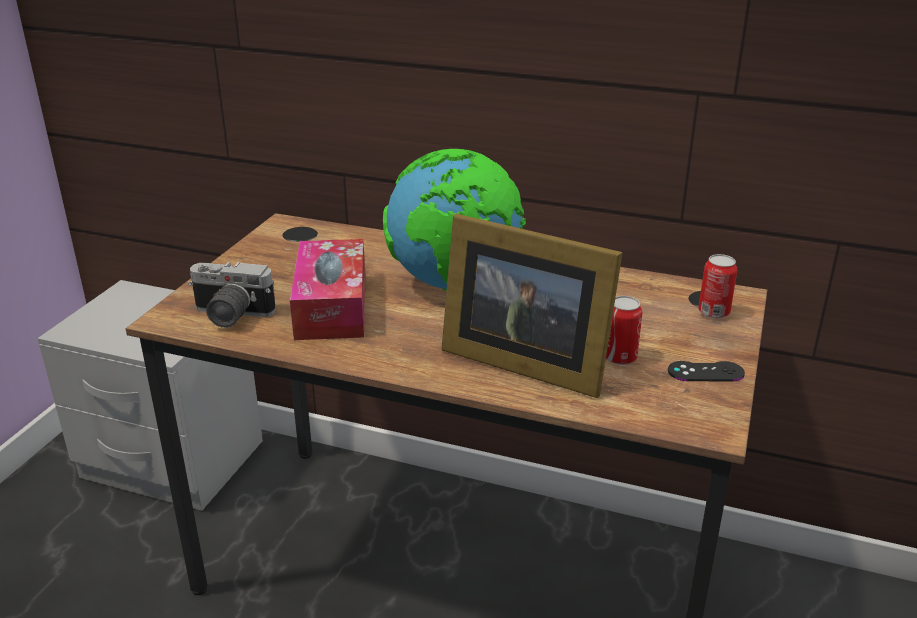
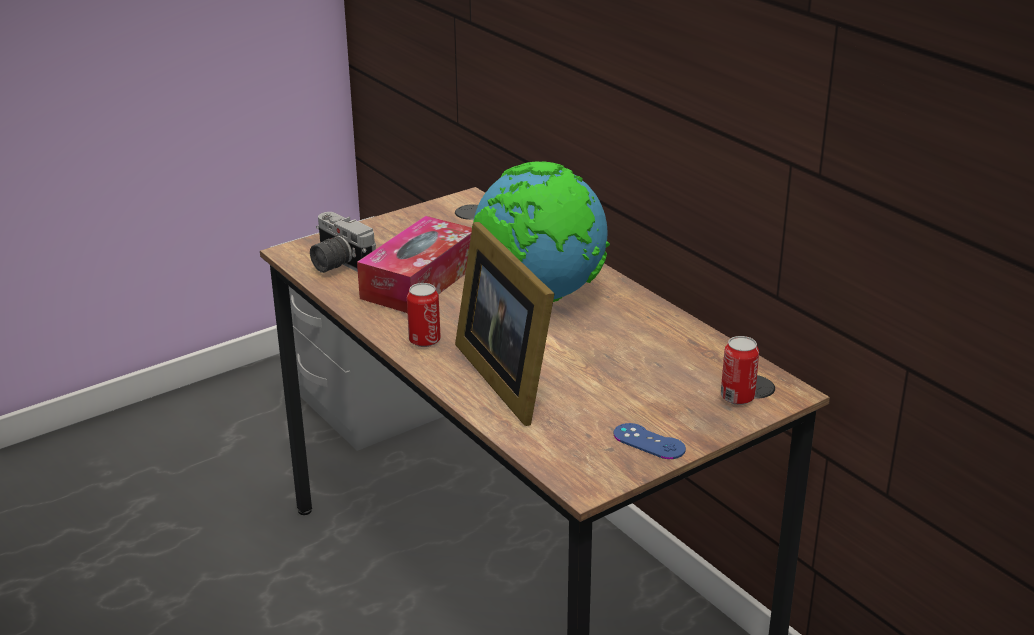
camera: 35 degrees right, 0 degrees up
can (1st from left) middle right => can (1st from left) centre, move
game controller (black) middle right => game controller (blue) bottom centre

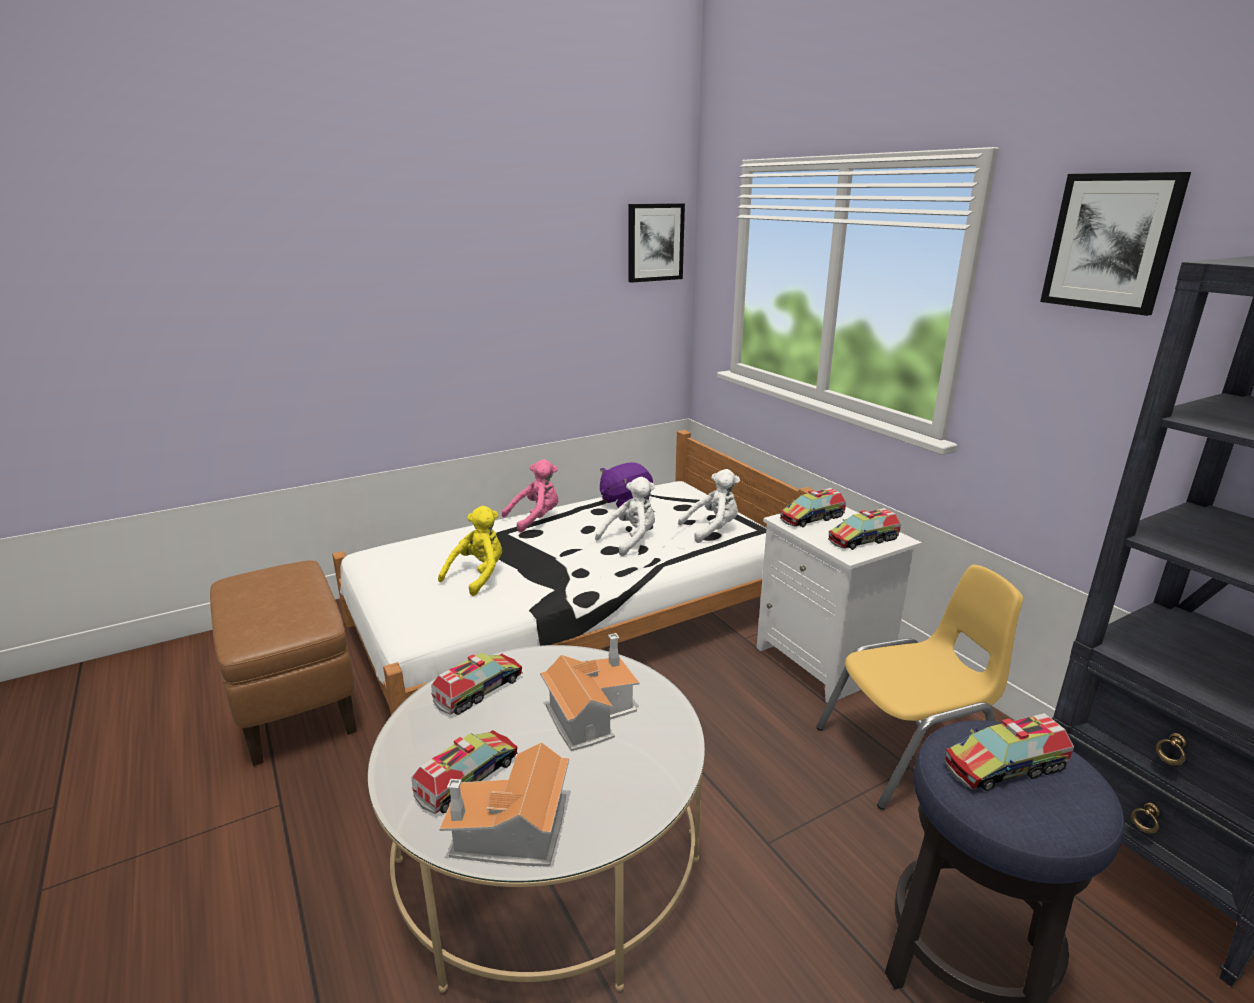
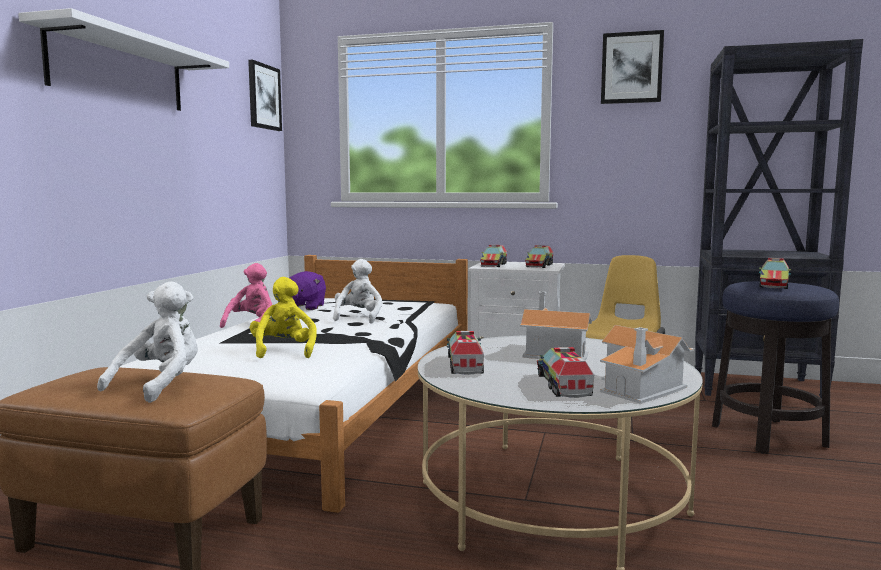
camera: 45 degrees left, 15 degrees down
plush toy (white) (2nd from left in the first image) centre => plush toy (white) (1st from left) middle left, move
nothing => shelf (white) top left

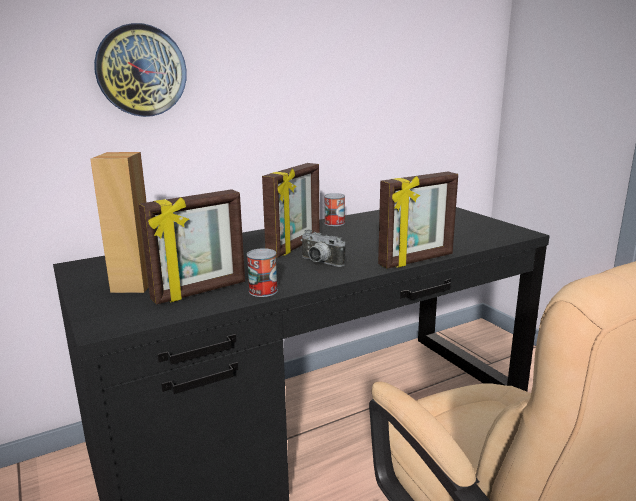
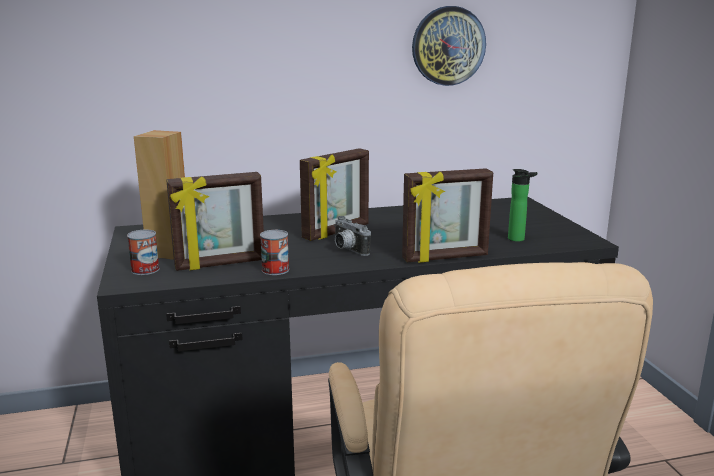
camera: 15 degrees right, 0 degrees up
wall clock top left => wall clock top centre, move
can (2nd from left in the first image) centre => can (1st from left) middle left, move
nothing => bottle middle right

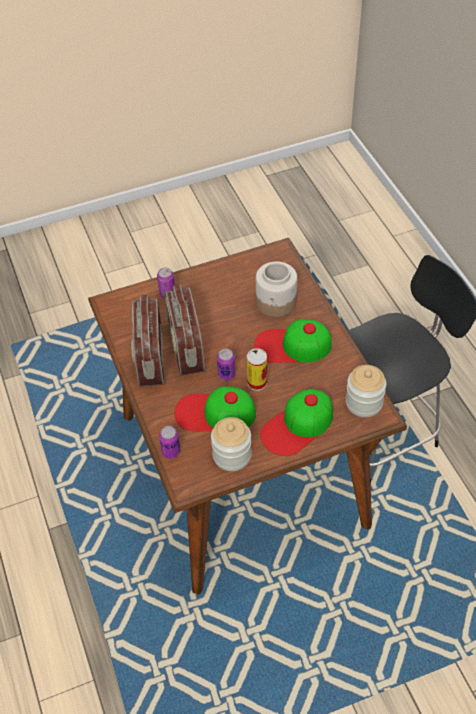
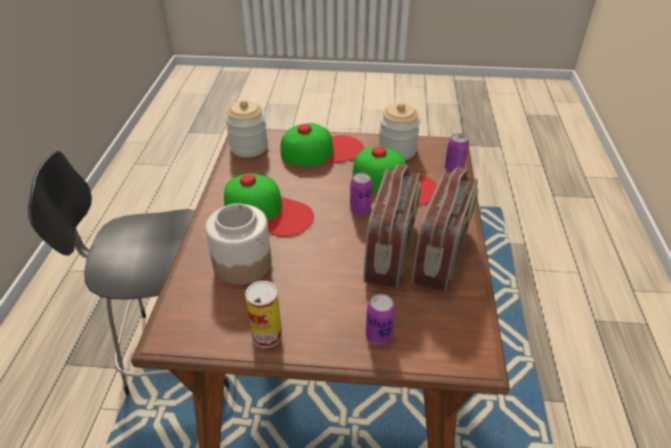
camera: 155 degrees left, 10 degrees down
can (4th from left in the first image) centre => can (1st from left) bottom centre, move

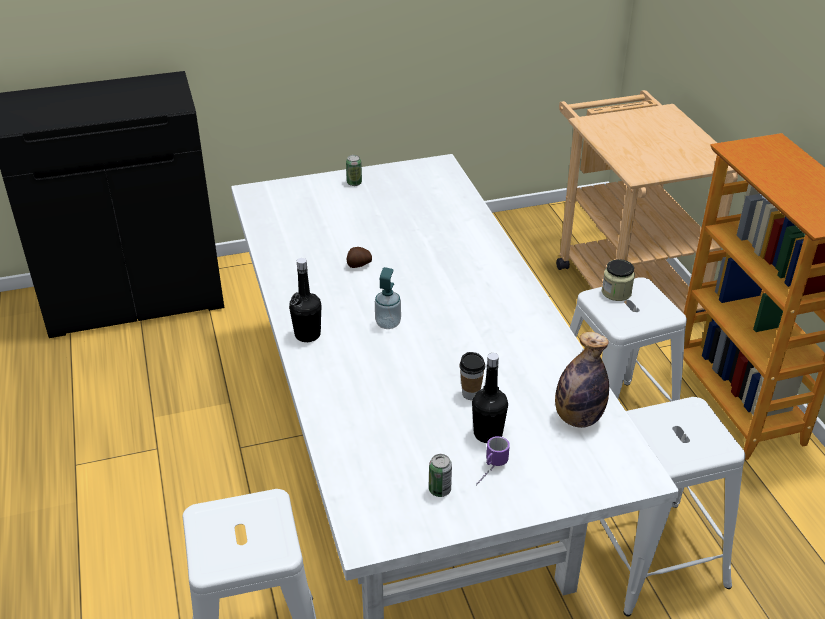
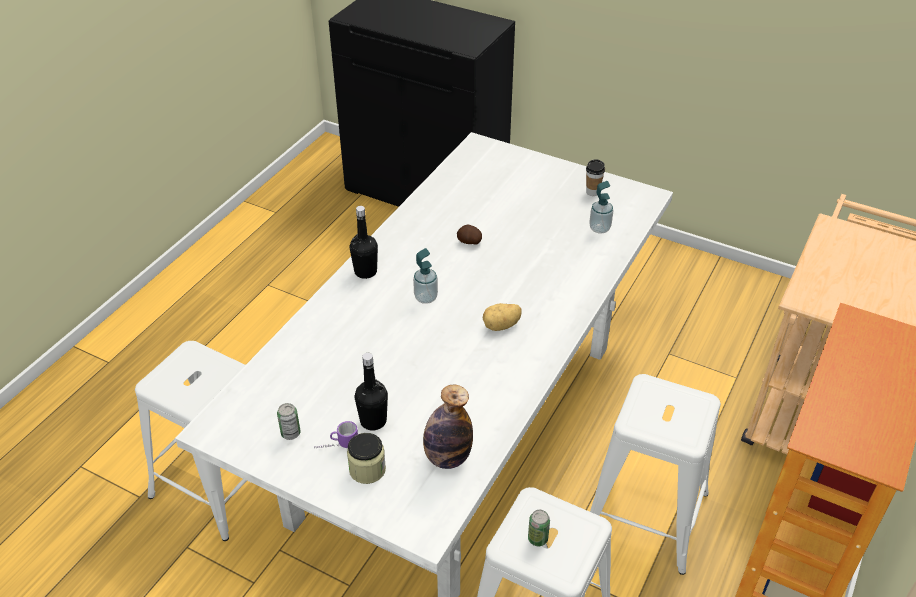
camera: 45 degrees right, 5 degrees up
can (1st from left in the first image) top centre => can (2nd from left) bottom centre, move
jar middle right => jar bottom centre, move
cup centre => cup top centre, move
nothing => soap dispenser (2nd from left) centre
nothing => potato (2nd from left) centre

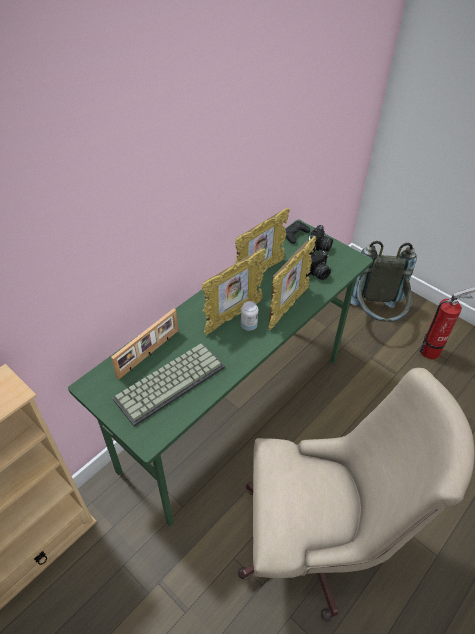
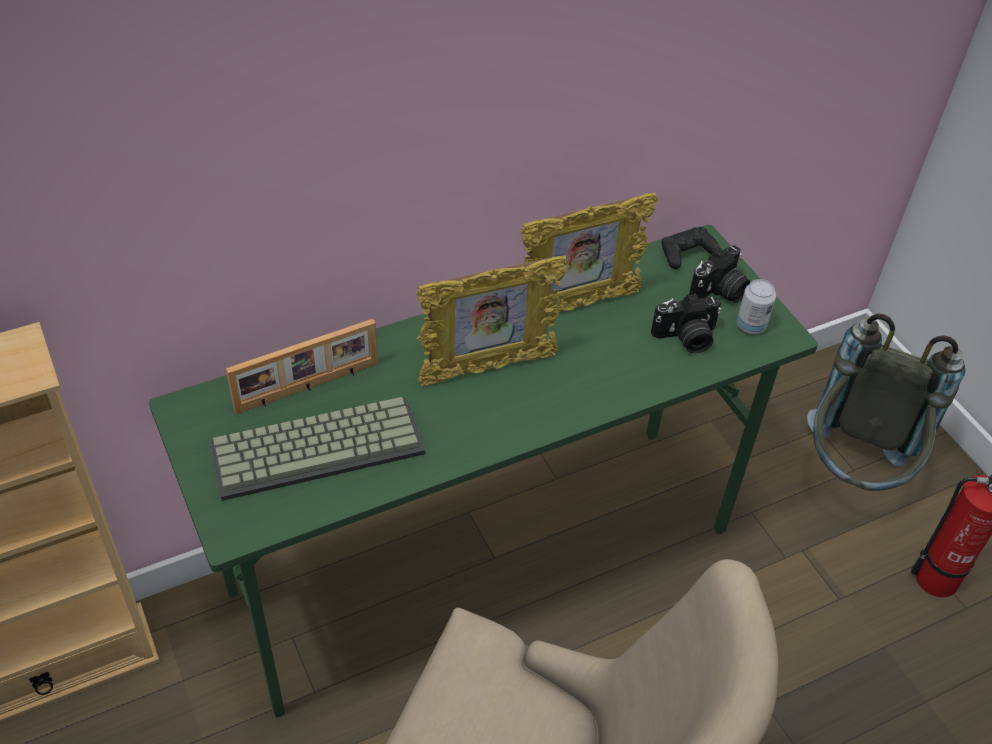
camera: 20 degrees right, 0 degrees up
picture frame (4th from left) centre => nothing
can centre => can middle right, move

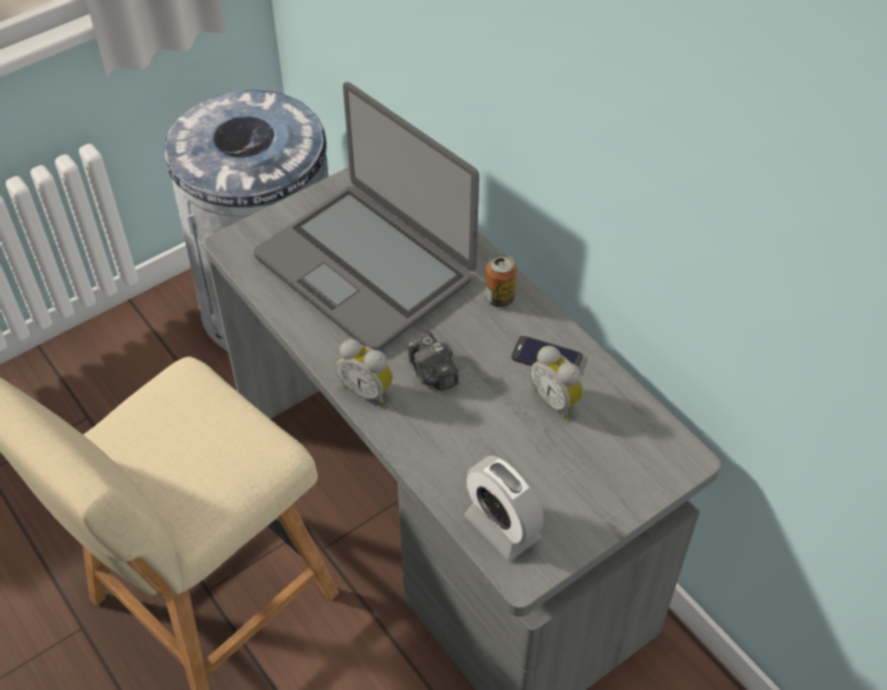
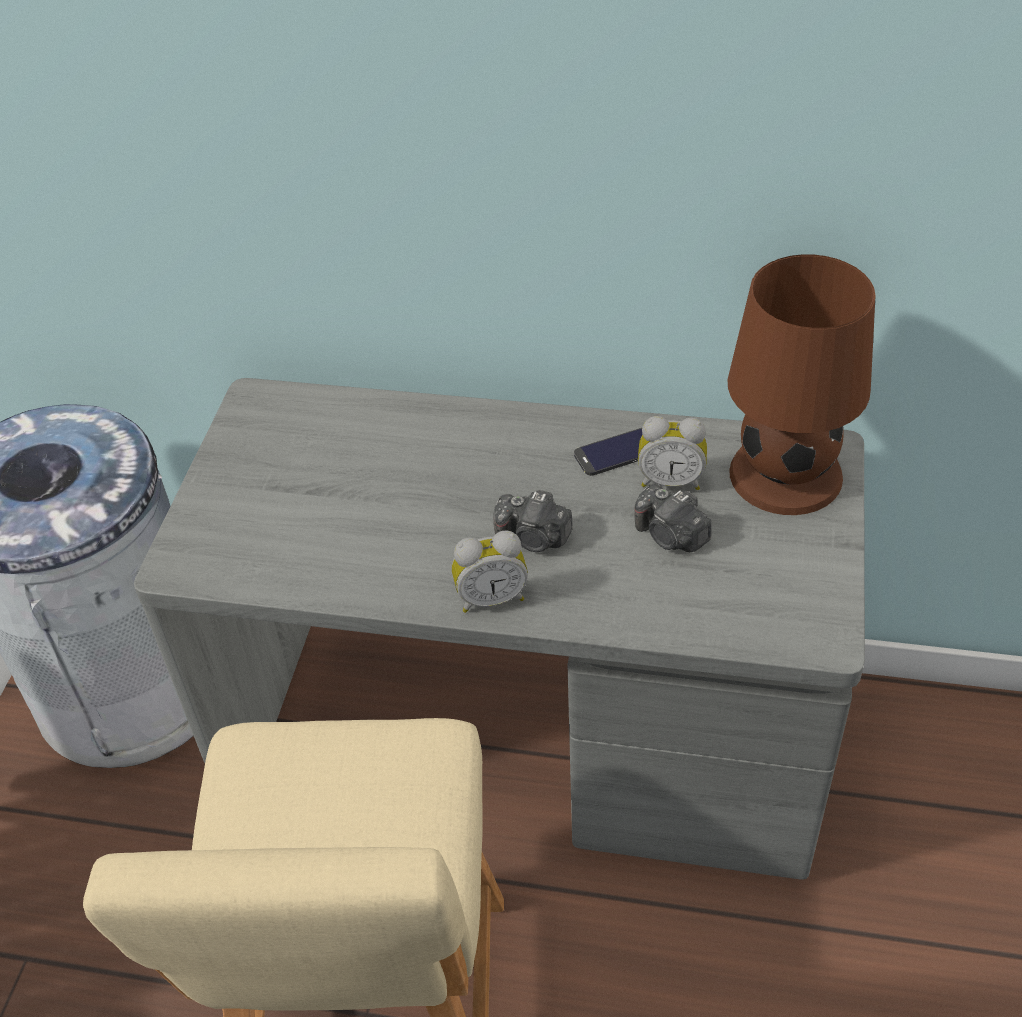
camera: 40 degrees left, 5 degrees down
laptop top centre => nothing
can centre => nothing
alarm clock (2nd from left) bottom centre => nothing
nothing => table lamp (brown) middle right
nothing => photo camera (2nd from left) centre

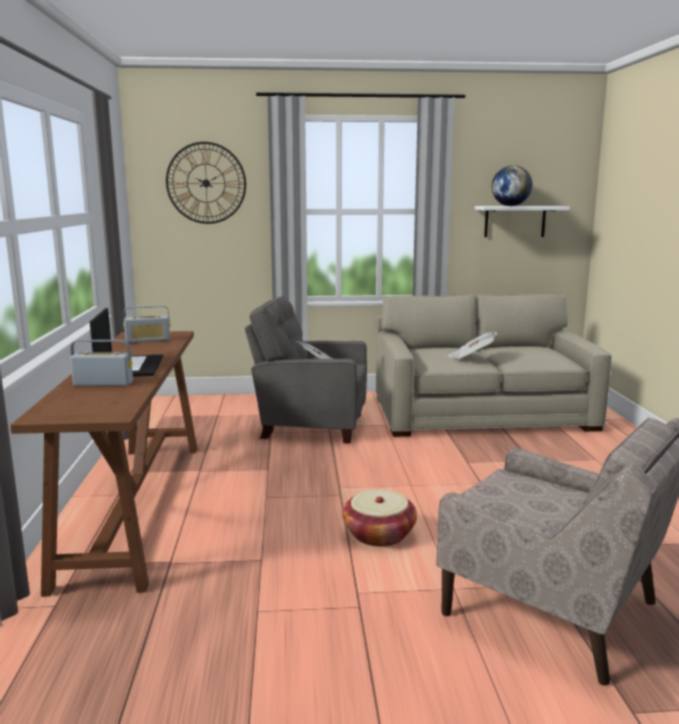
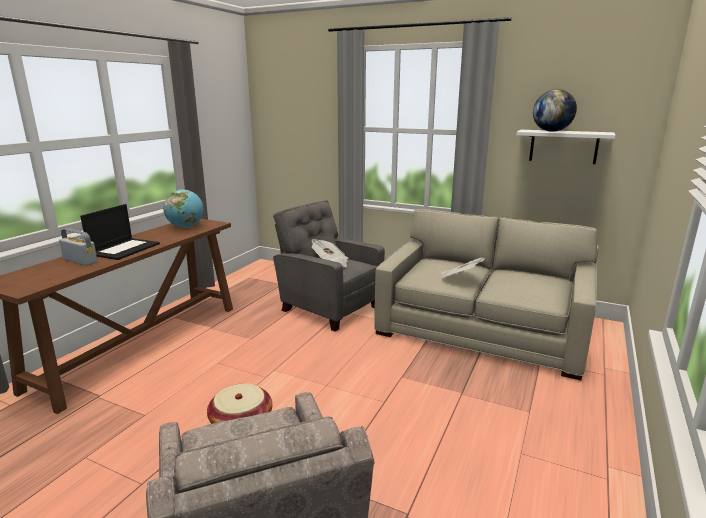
camera: 30 degrees right, 5 degrees up
wall clock top left => nothing
radio (2nd from left) middle left => globe (1st from left) middle left

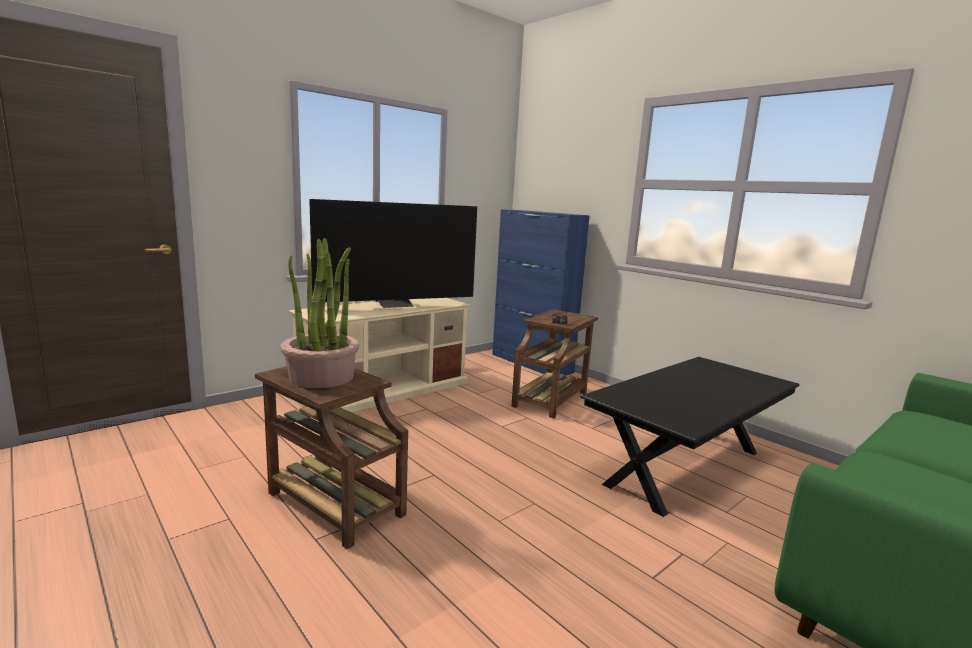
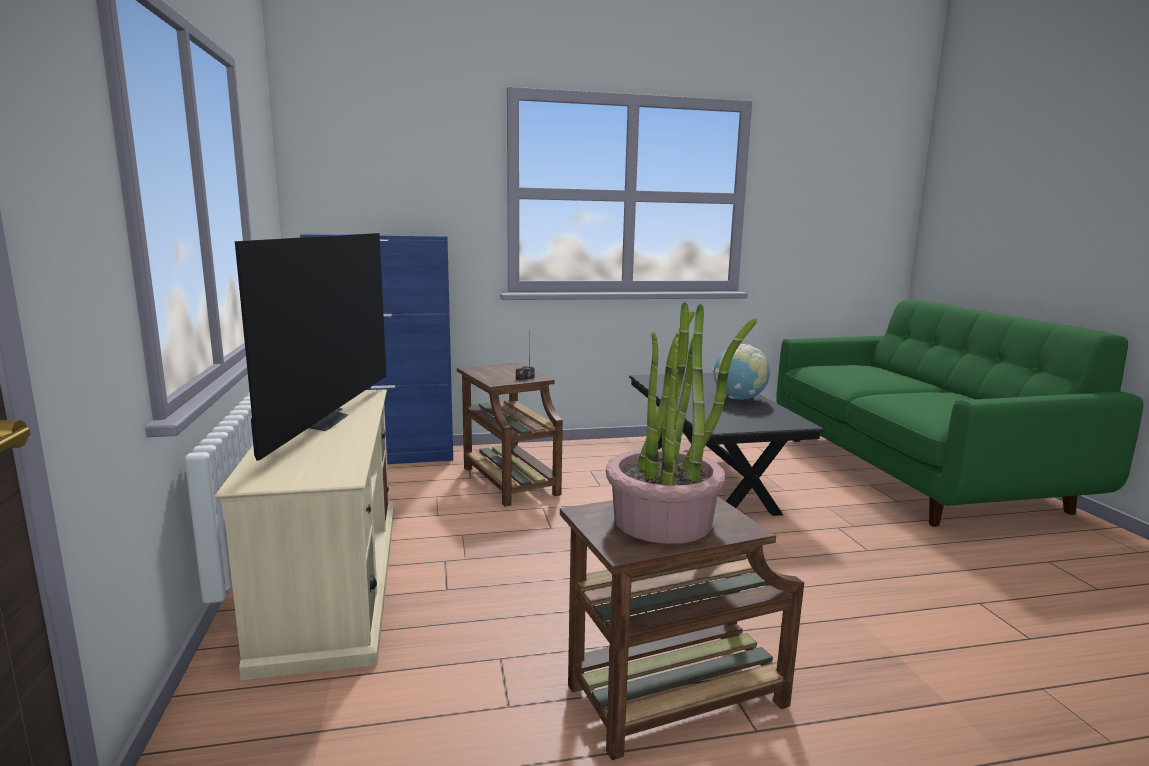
camera: 60 degrees left, 0 degrees up
nothing => globe centre

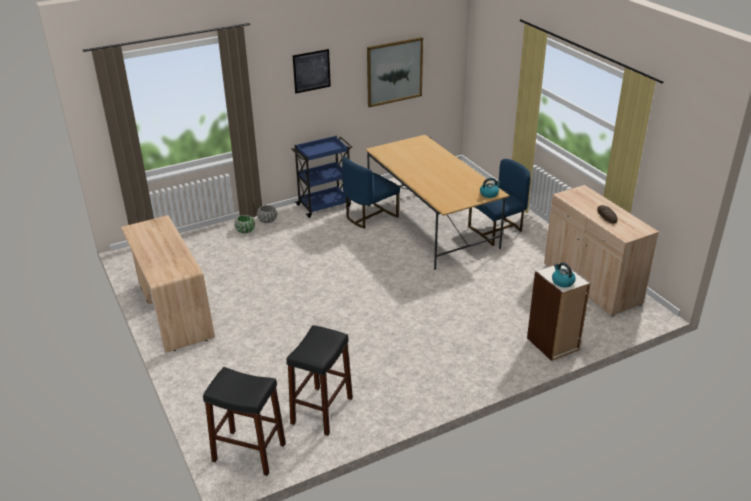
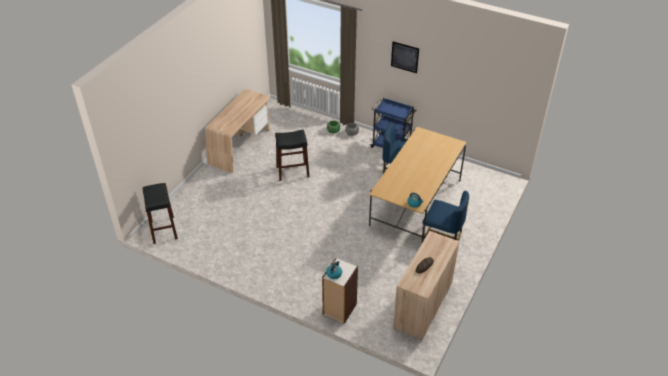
camera: 55 degrees right, 10 degrees up
picture (2nd from left) top centre => nothing
stool (black) (2nd from left) bottom centre => stool (black) (2nd from left) centre, move

